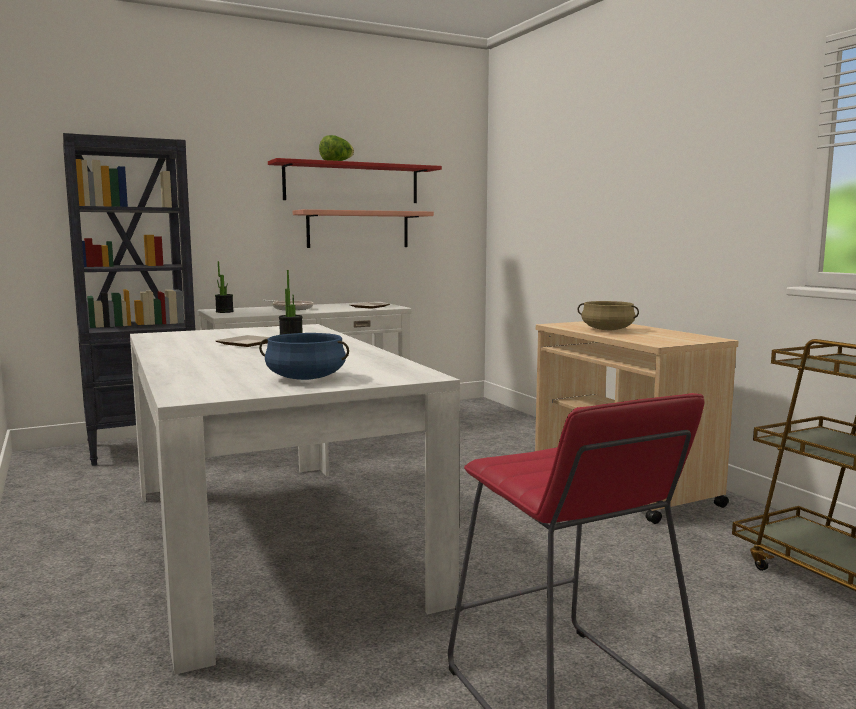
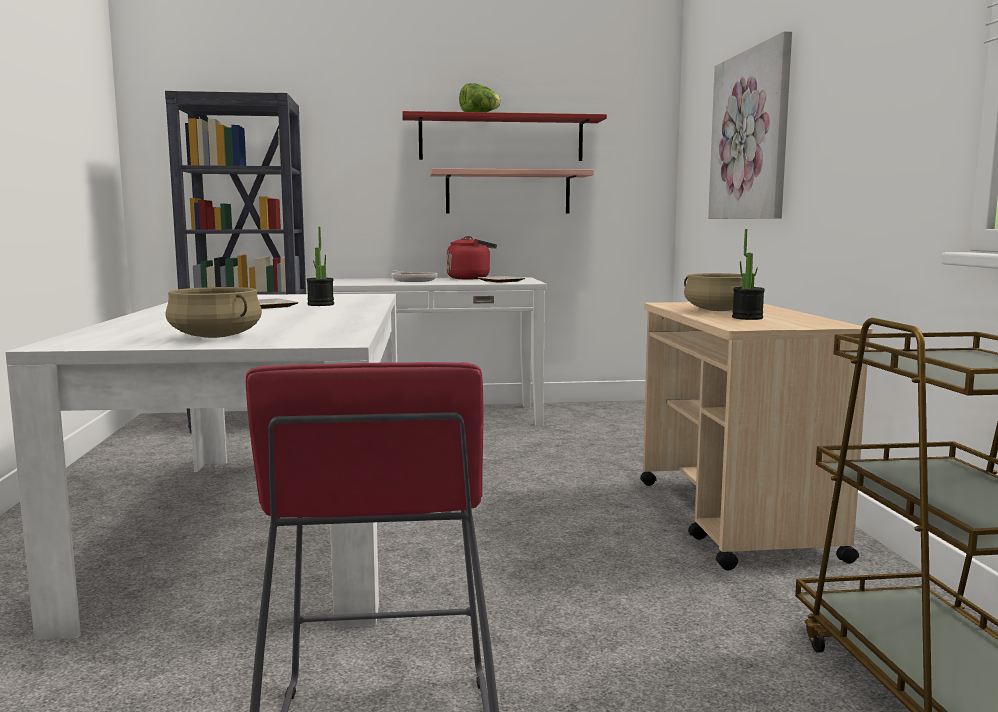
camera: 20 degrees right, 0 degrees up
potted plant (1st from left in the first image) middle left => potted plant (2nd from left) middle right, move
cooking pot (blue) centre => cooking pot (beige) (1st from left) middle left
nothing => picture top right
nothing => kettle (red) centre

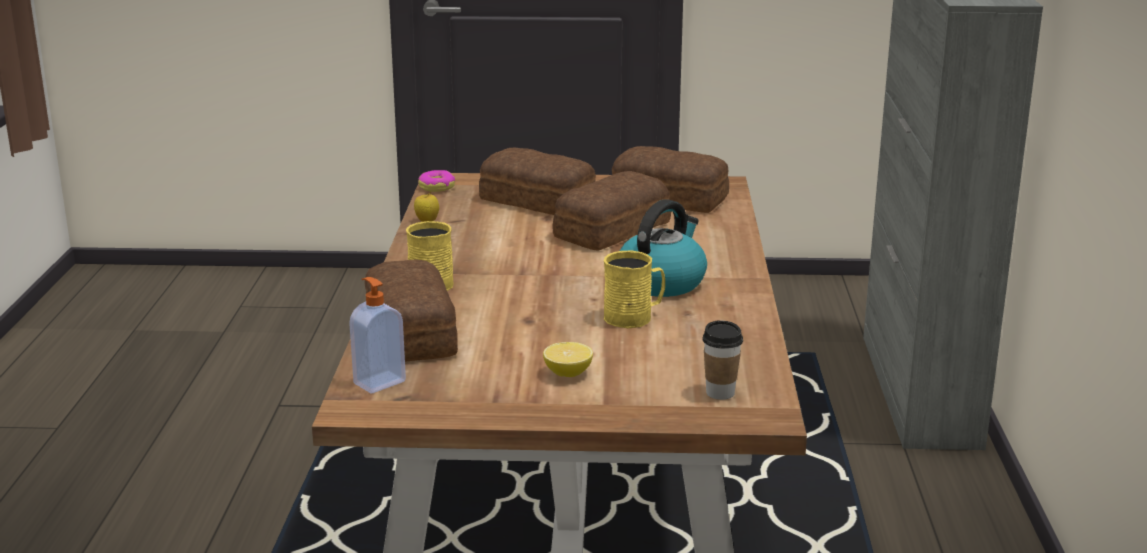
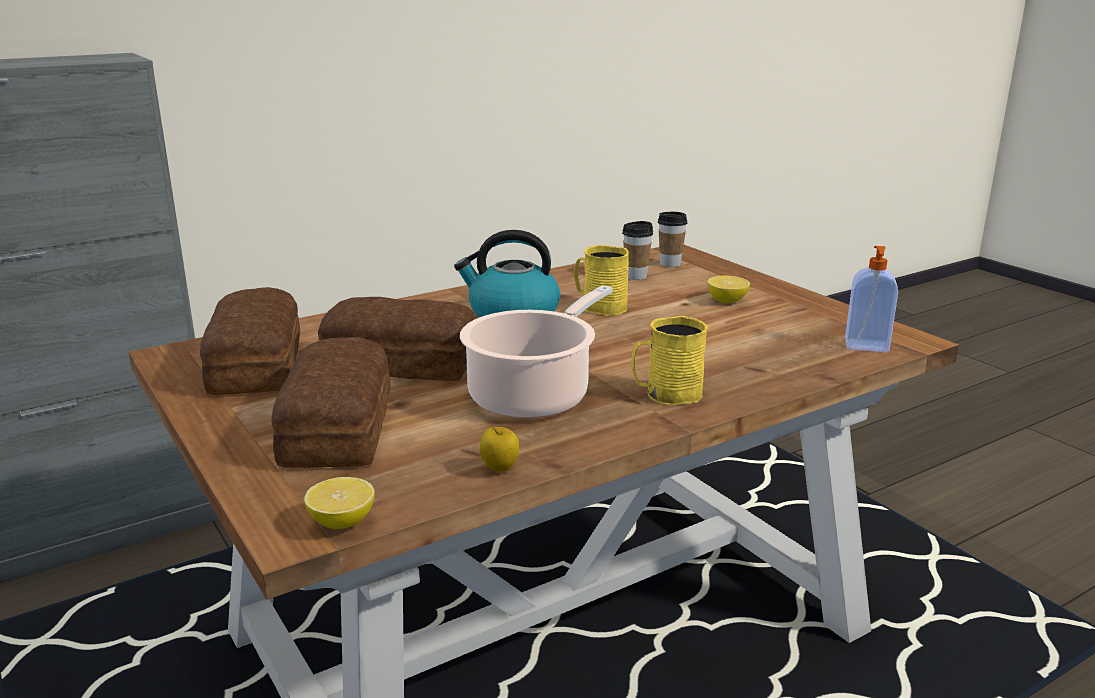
camera: 125 degrees left, 0 degrees up
donut top centre => lemon (1st from left) bottom left
bread (1st from left) centre => nothing
nothing => cup (1st from left) centre
nothing => cooking pot centre

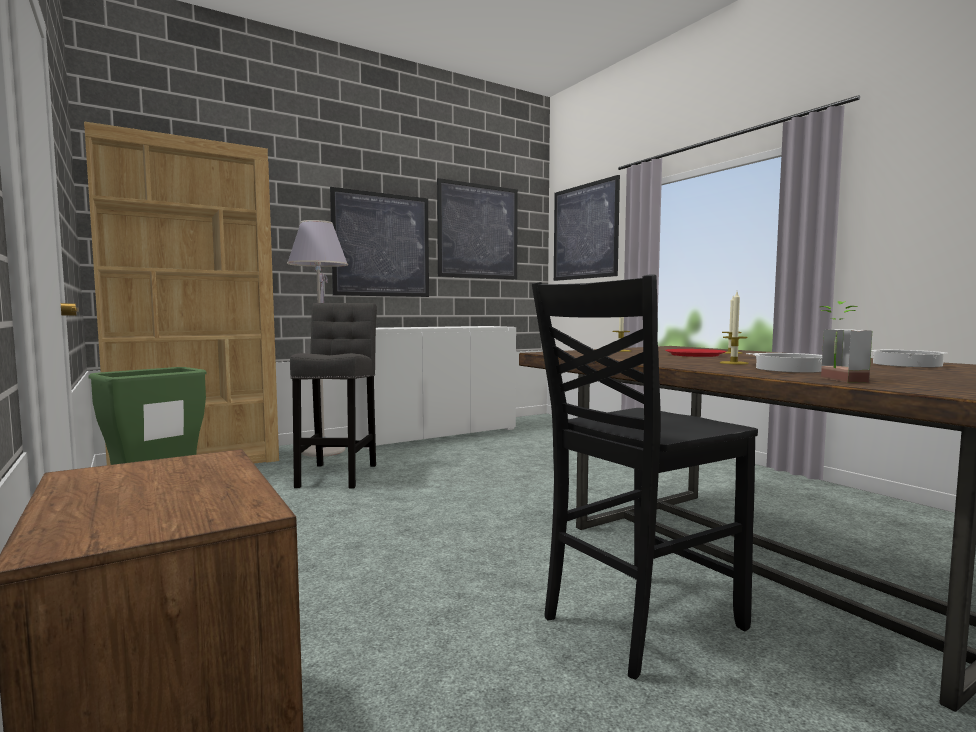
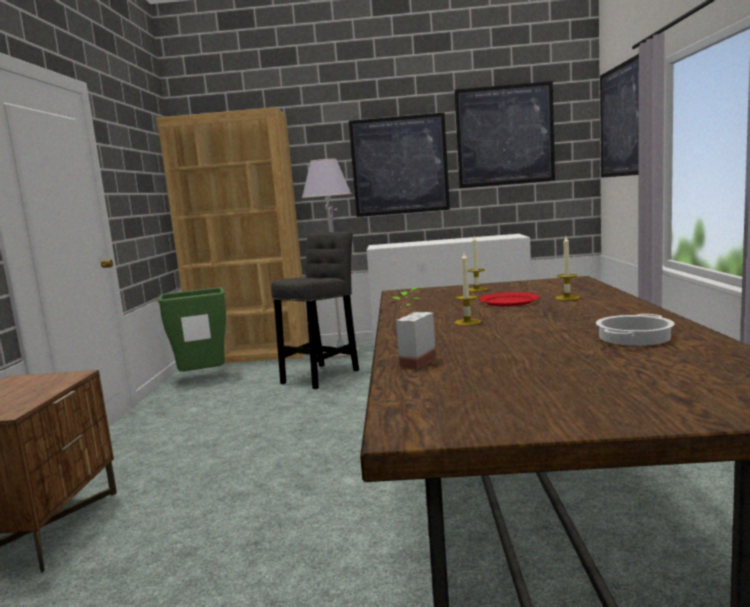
camera: 35 degrees right, 5 degrees up
chair (black) centre => nothing
cooking pot (1st from left) middle right => nothing

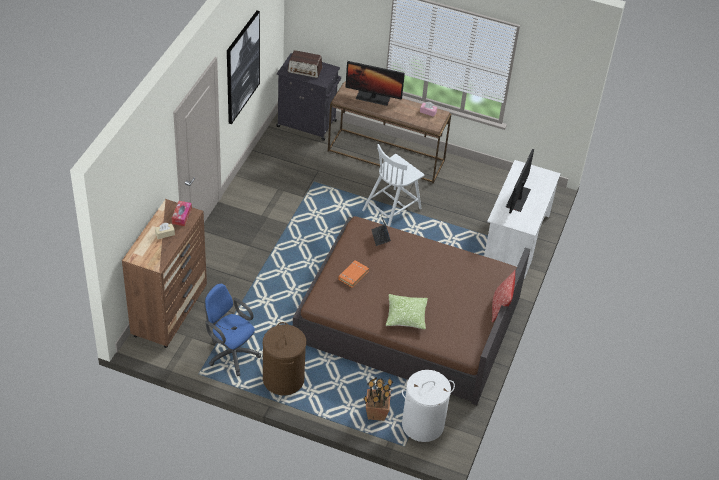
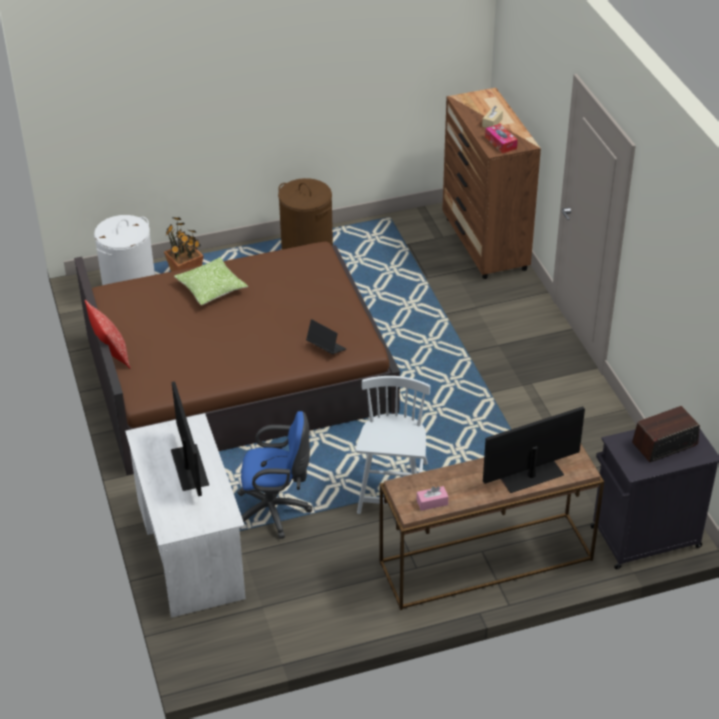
camera: 145 degrees right, 5 degrees down
picture top centre => nothing
book (orange) centre => nothing
office chair (blue) bottom left => office chair (blue) centre, move

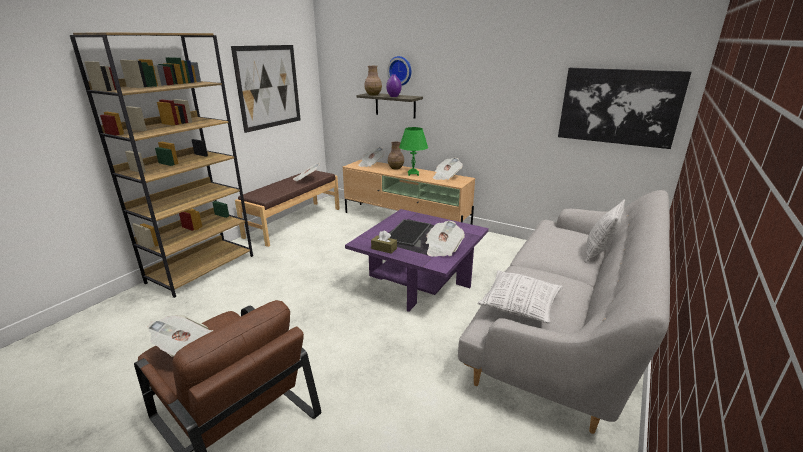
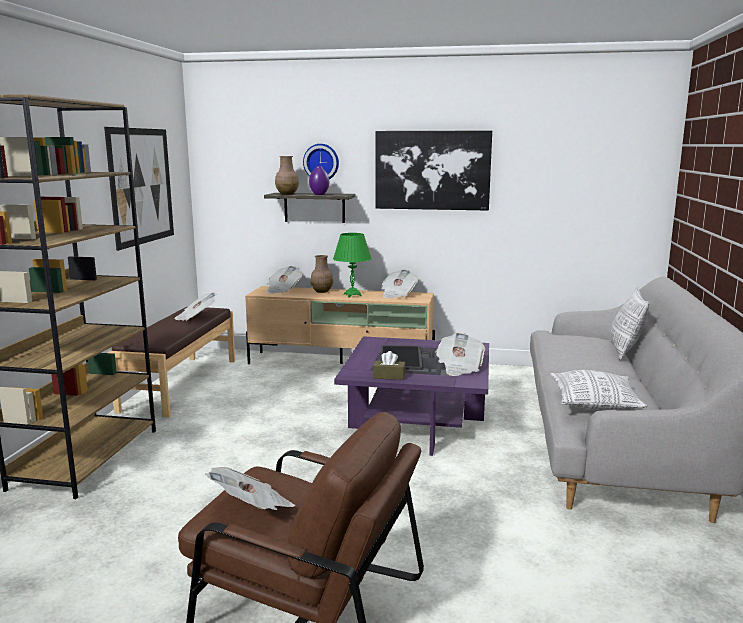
camera: 20 degrees left, 10 degrees down
picture (2nd from left) top right => picture (2nd from left) top centre, move

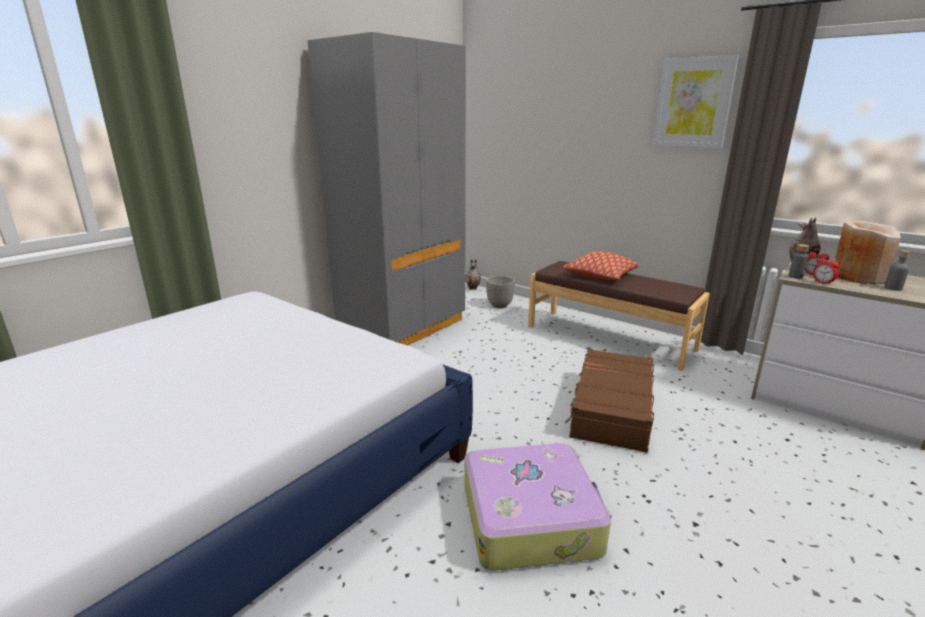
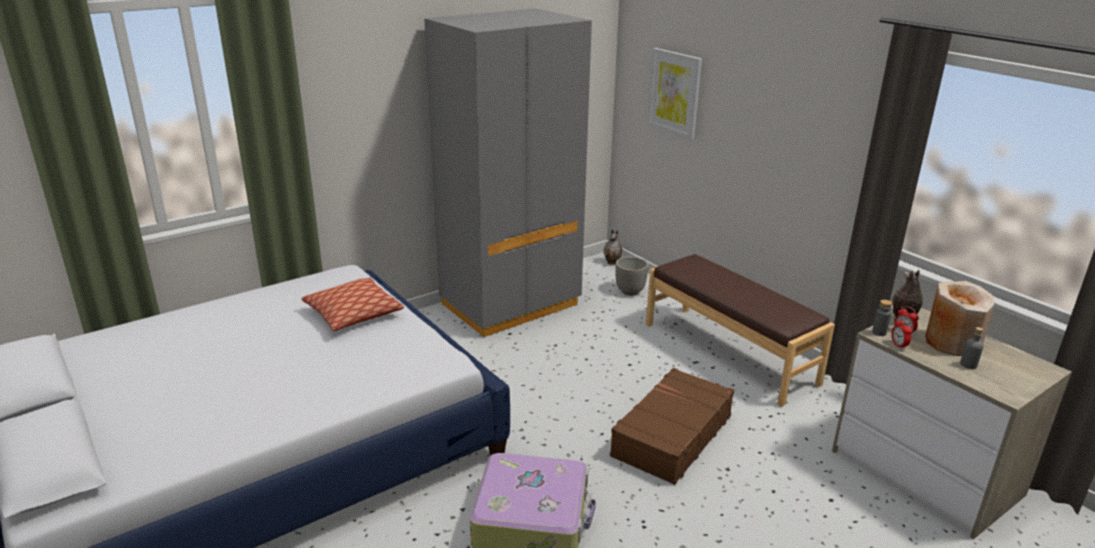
camera: 15 degrees right, 5 degrees up
picture top right => picture top centre, move
pillow centre => pillow middle left, move

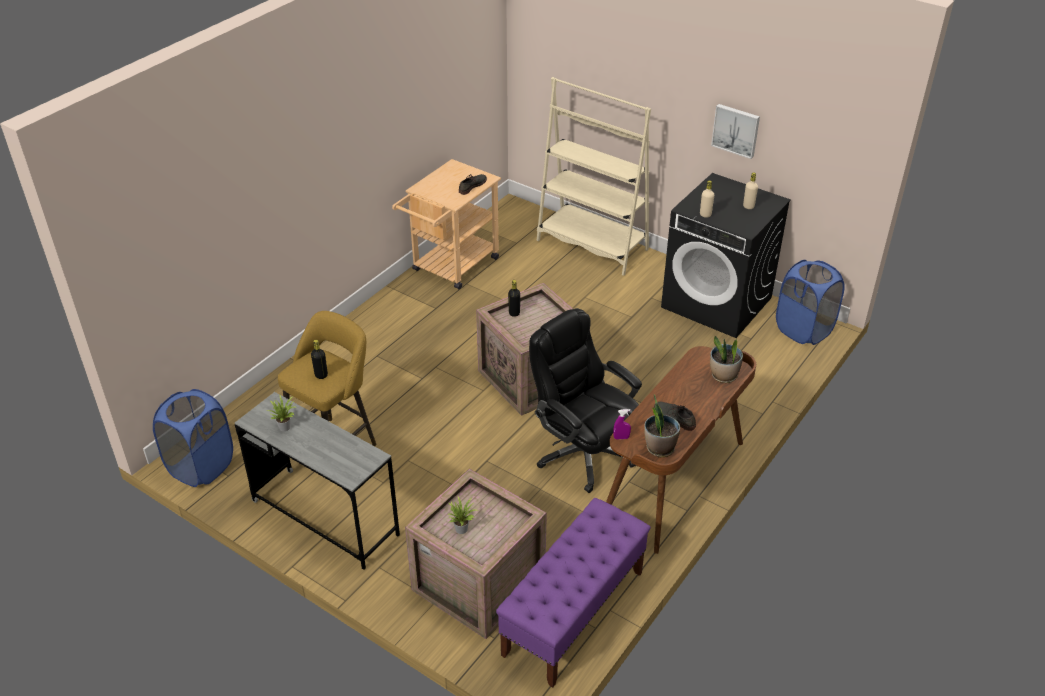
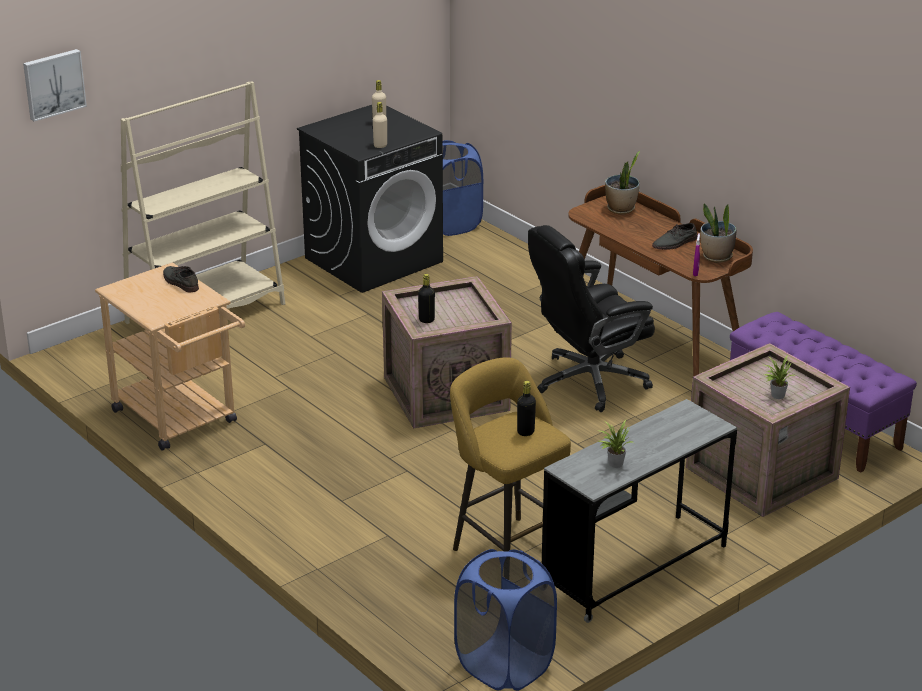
camera: 75 degrees left, 10 degrees down
picture top right => picture top left, move

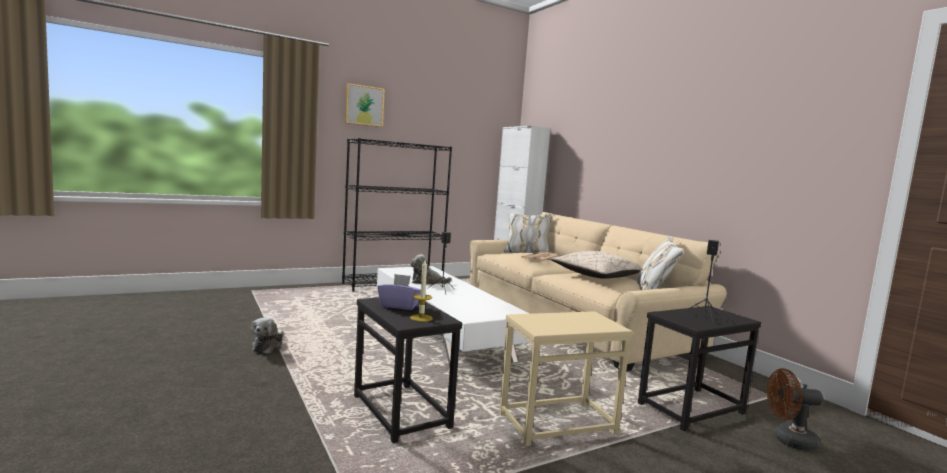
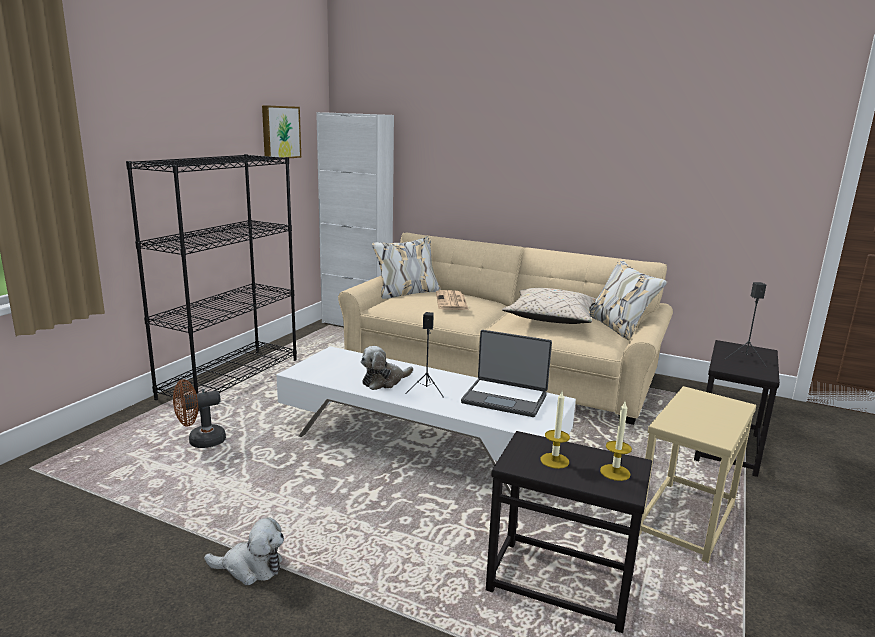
camera: 35 degrees left, 10 degrees up
picture top centre => picture top left, move
tissue box (purple) centre => candle (1st from left) bottom centre
plush toy (1st from left) bottom left, 60 degrees counterclockwise
fan (brown) bottom right => fan (brown) middle left, move
nothing => laptop centre

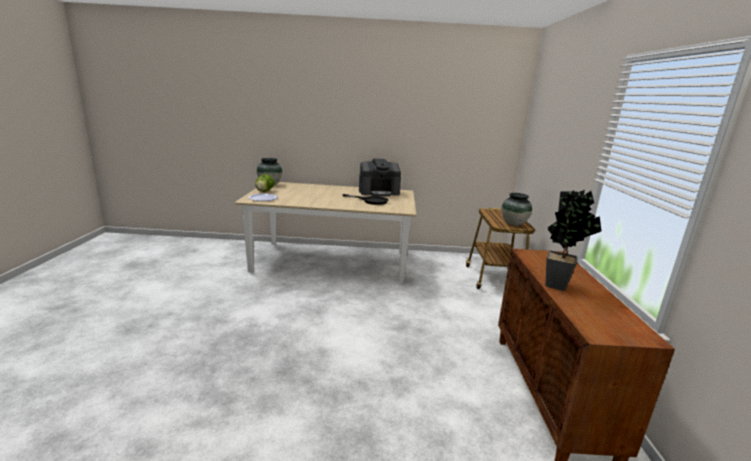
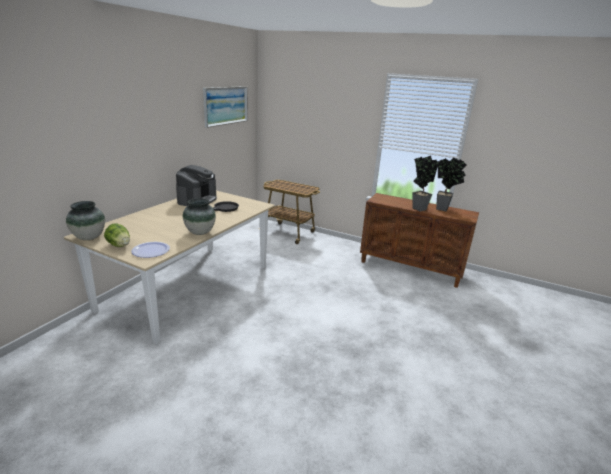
camera: 65 degrees left, 5 degrees up
vase (2nd from left) middle right => vase (2nd from left) middle left, move
nothing => picture top centre
nothing => potted plant (2nd from left) middle right

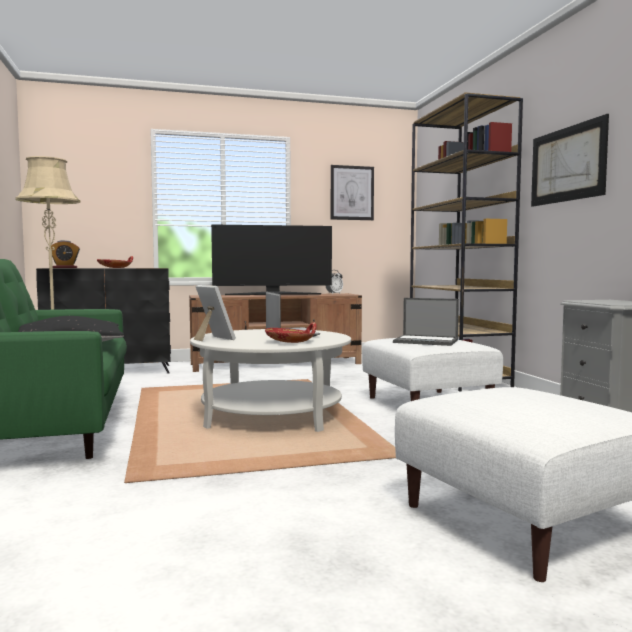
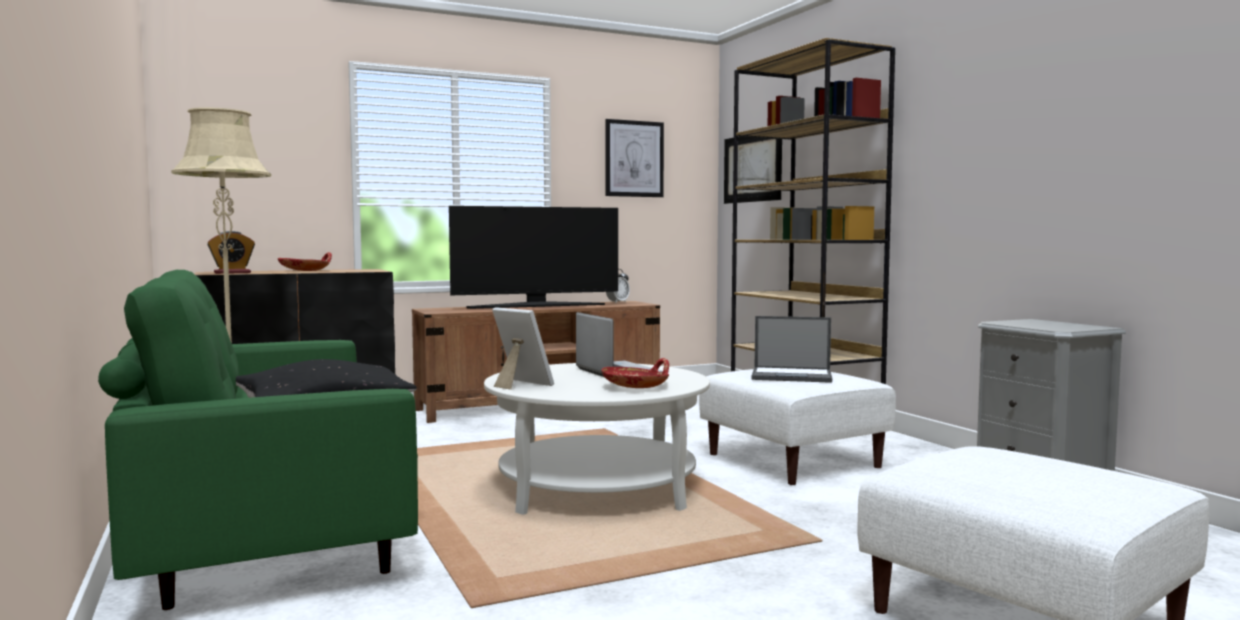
camera: 10 degrees left, 0 degrees up
picture (2nd from left) top right => picture (2nd from left) top centre, move

